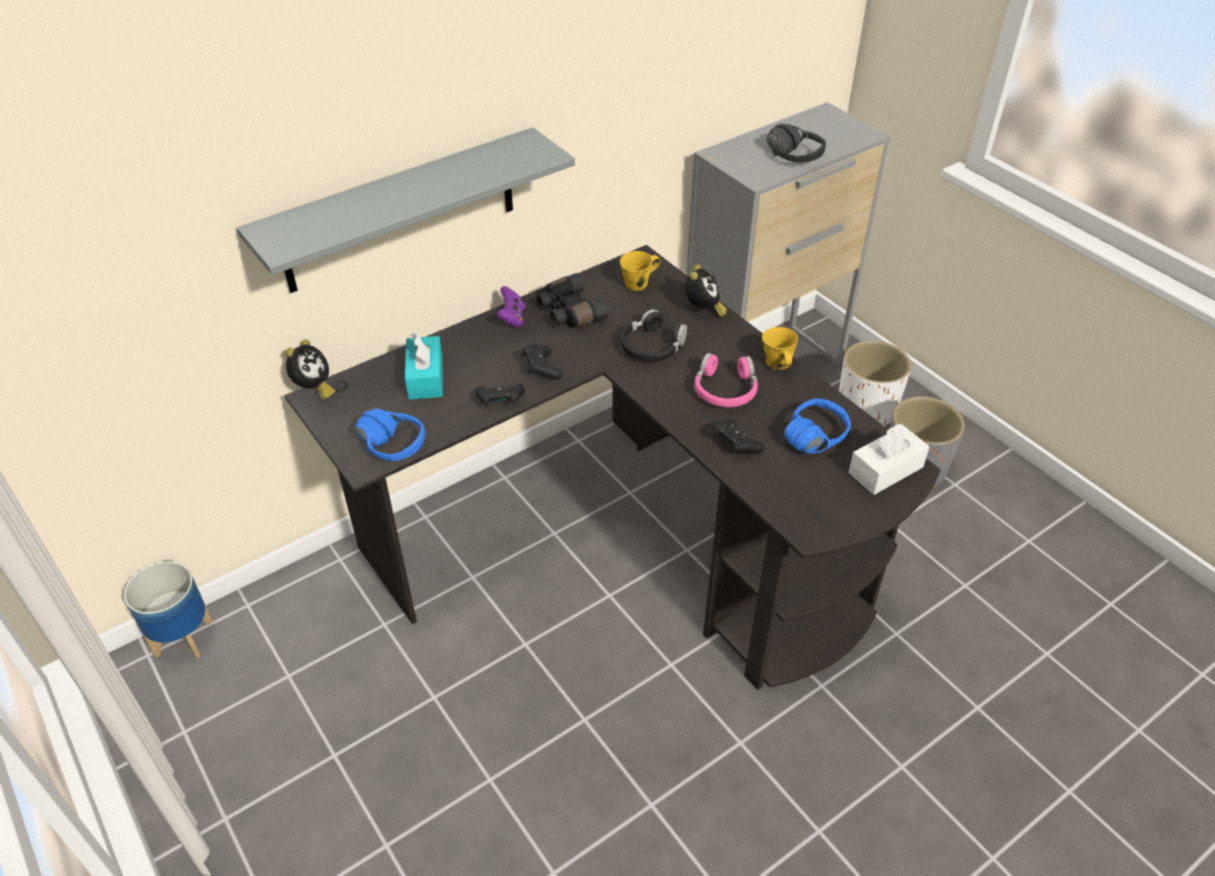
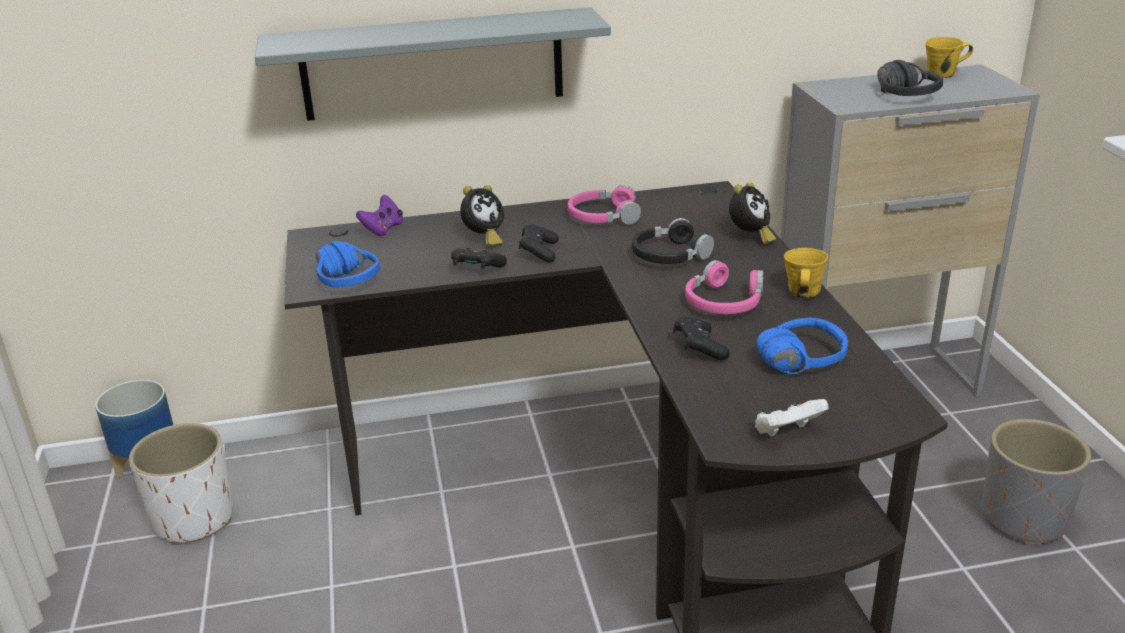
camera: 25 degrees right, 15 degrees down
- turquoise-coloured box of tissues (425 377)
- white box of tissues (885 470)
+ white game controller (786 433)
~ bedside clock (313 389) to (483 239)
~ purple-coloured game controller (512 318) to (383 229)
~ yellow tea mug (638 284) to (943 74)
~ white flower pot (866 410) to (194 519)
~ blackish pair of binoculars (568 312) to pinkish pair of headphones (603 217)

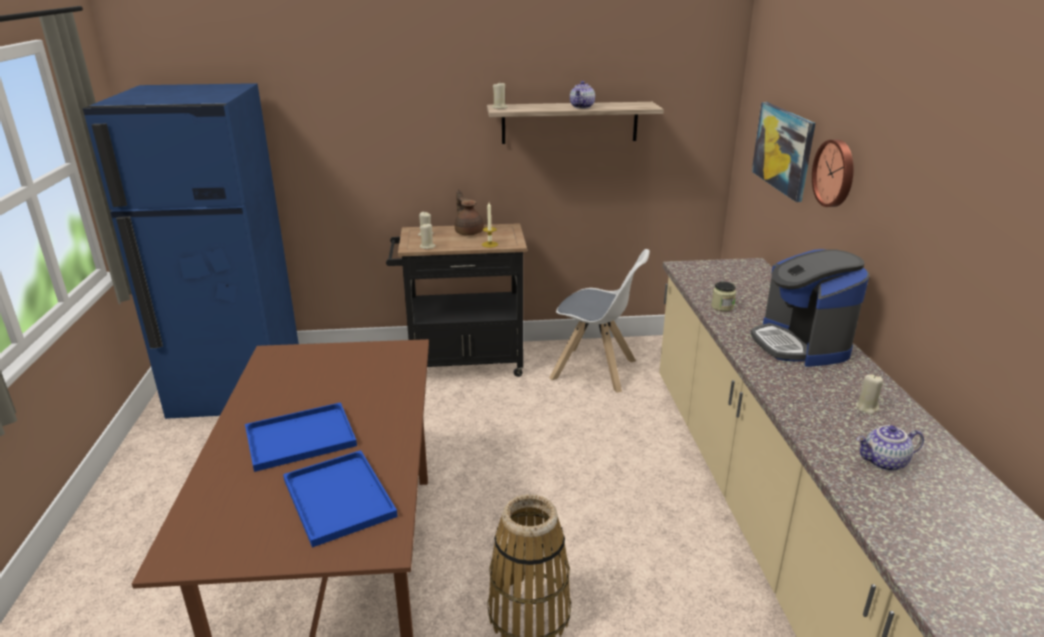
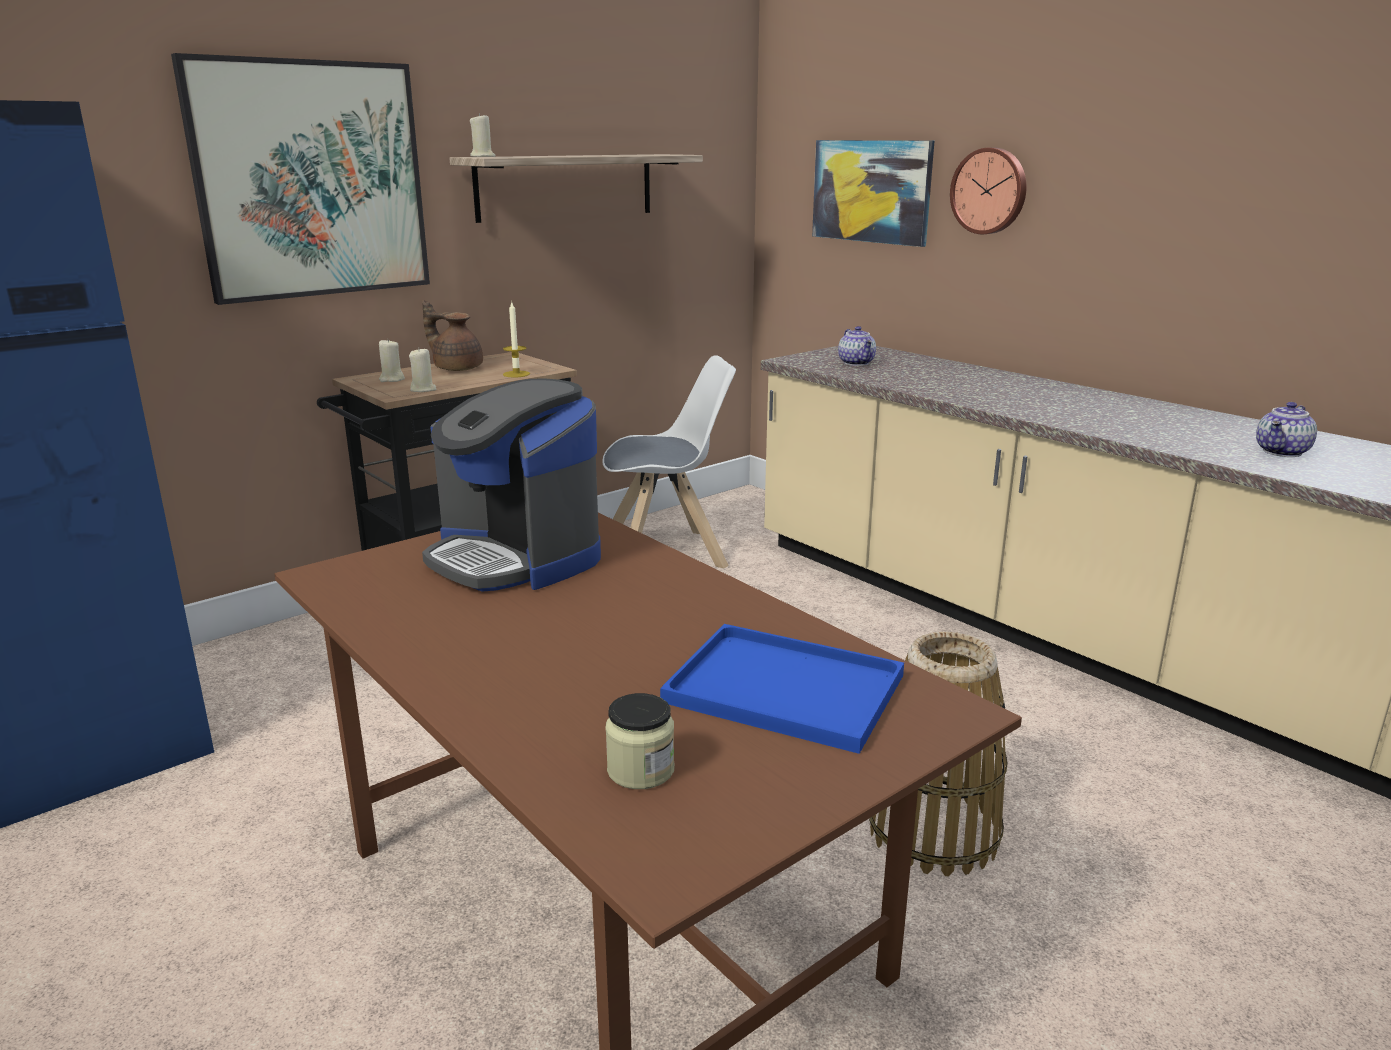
camera: 35 degrees left, 5 degrees down
- blue-coloured tray (302 436)
- beige wax candle (867 408)
+ picture (311 180)
~ pot for tea (582 107) to (857 363)
~ jar (722 307) to (640 770)
~ coffee machine (800 344) to (516 558)

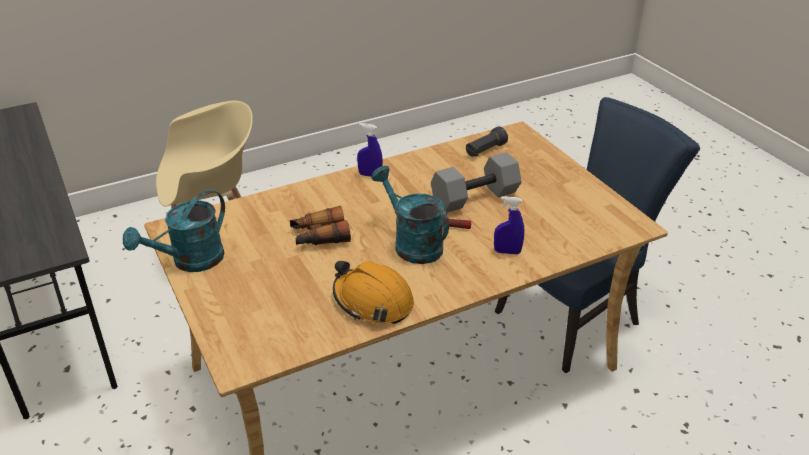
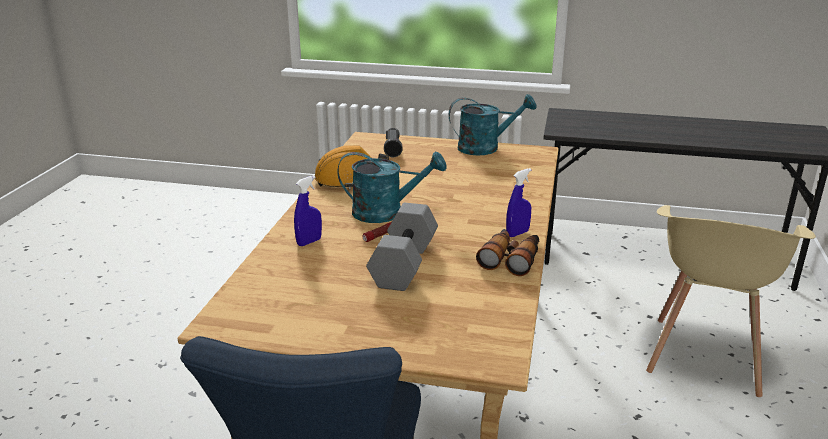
camera: 130 degrees right, 10 degrees down
~ pair of binoculars (319 236) to (511 259)
~ blackish hand torch (485 150) to (393 149)
~ turquoise-coloured sprinkling can (190 262) = (486 148) 90 degrees clockwise

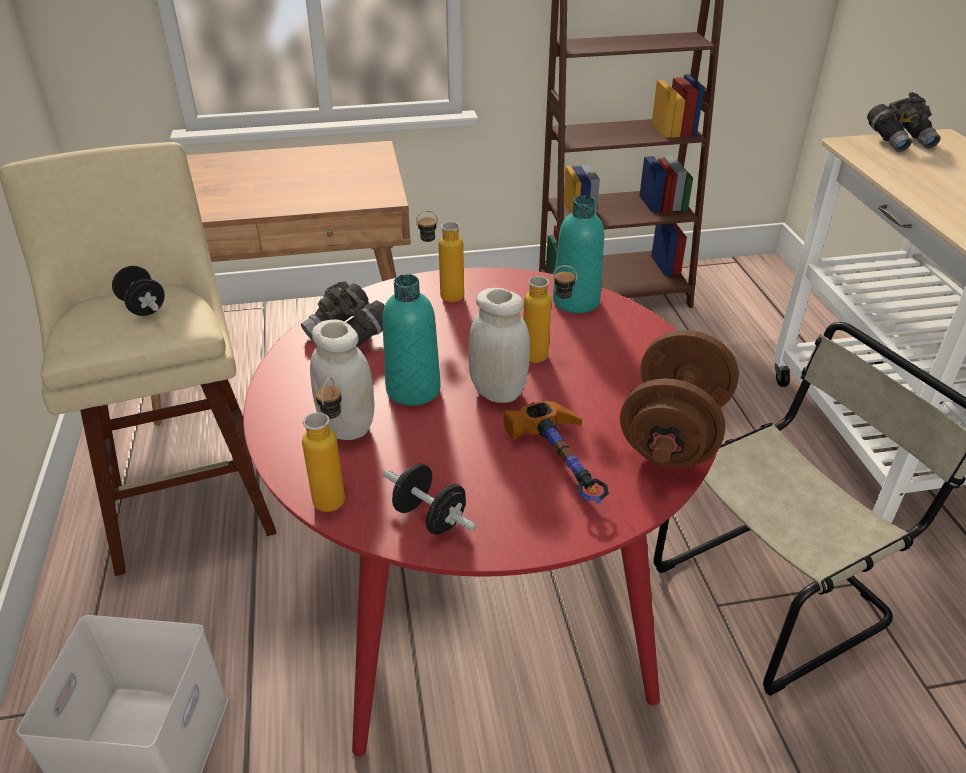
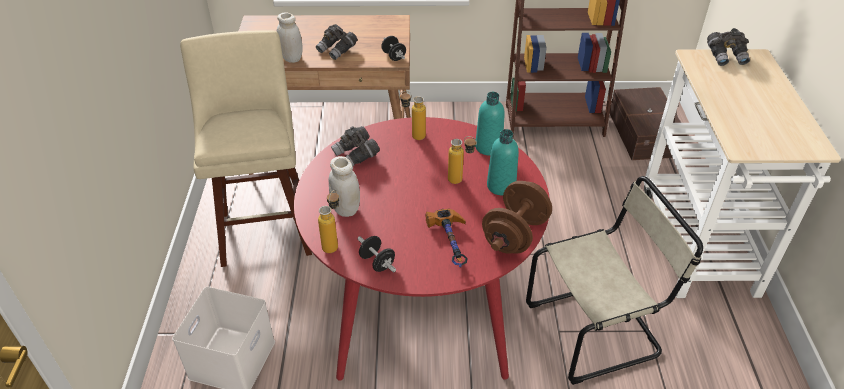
camera: 10 degrees right, 5 degrees up
+ gray pair of binoculars (337 50)
+ brownish storage box (644 133)
~ blackish dumbbell (143 307) to (394 56)
~ turquoise-coloured bottle (413 389) to (501 186)
~ white jar (498 391) to (291 58)

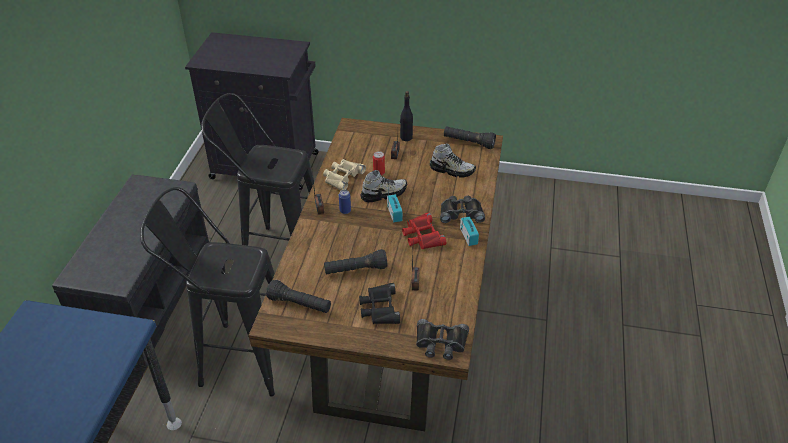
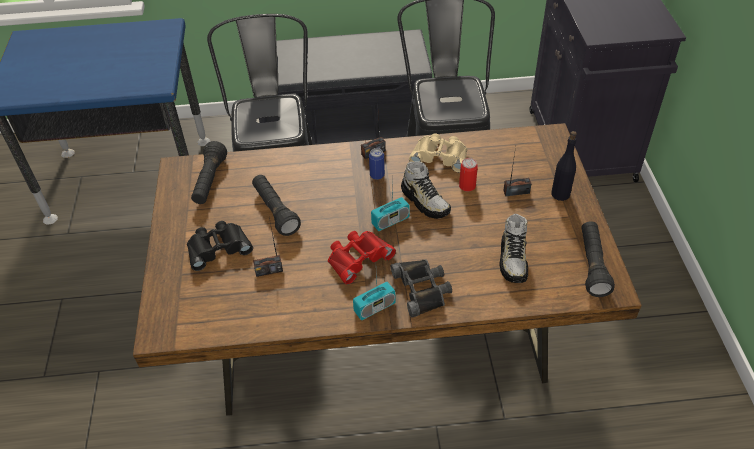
camera: 75 degrees right, 5 degrees up
- blackish pair of binoculars (440 343)

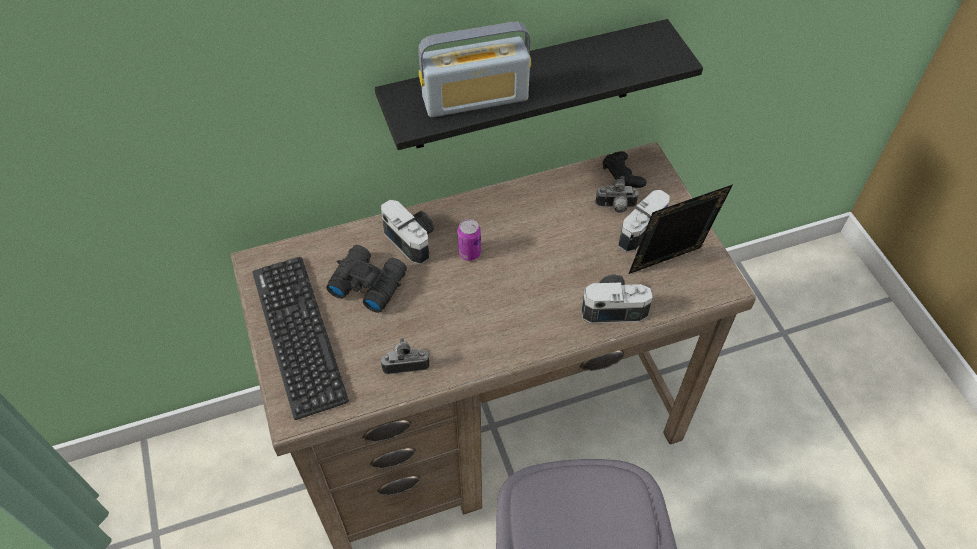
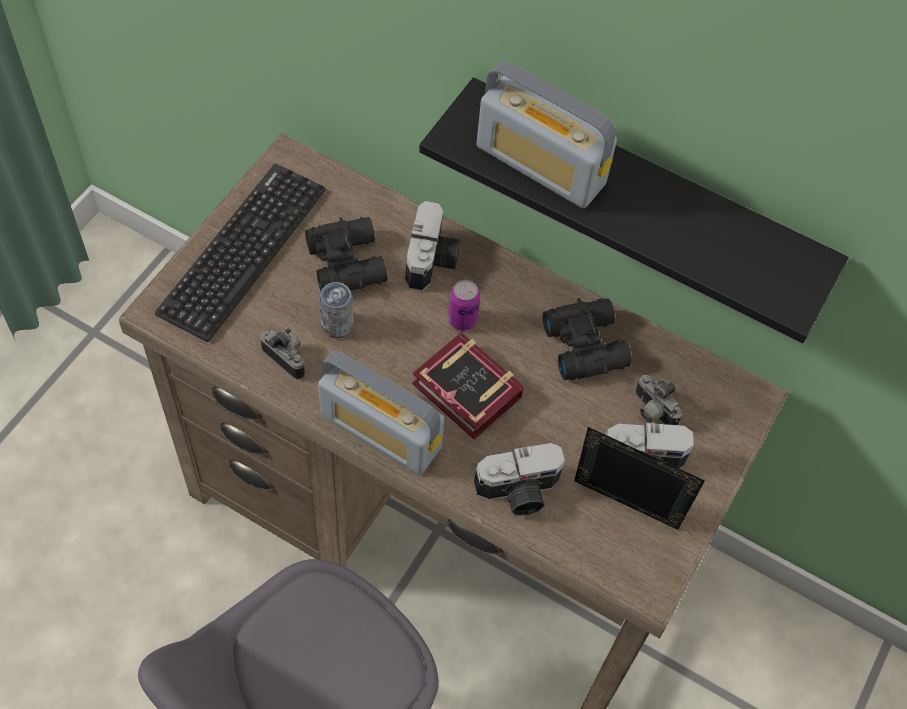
camera: 45 degrees right, 5 degrees up
- blackish game controller (622 175)
+ radio set (381 431)
+ sealed can (337 325)
+ book (468 395)
+ blackish pair of binoculars (586 344)
~ still camera (613 306) = (519 492) 120 degrees clockwise

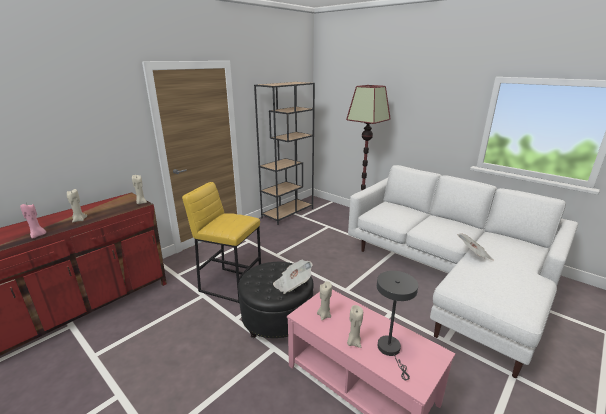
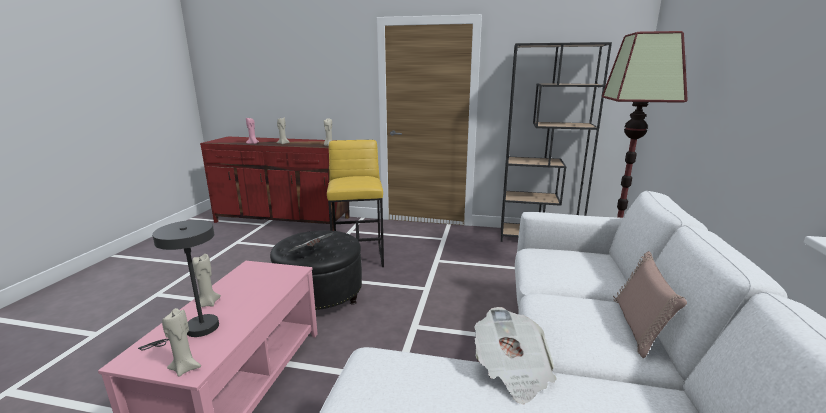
camera: 60 degrees right, 5 degrees down
+ beige throw pillow (639 327)
~ beige wax candle (324 315) to (185 368)

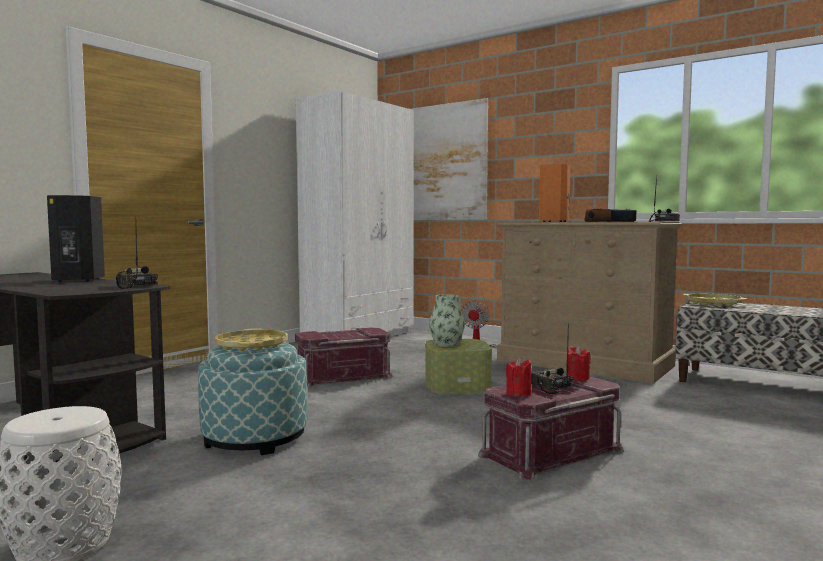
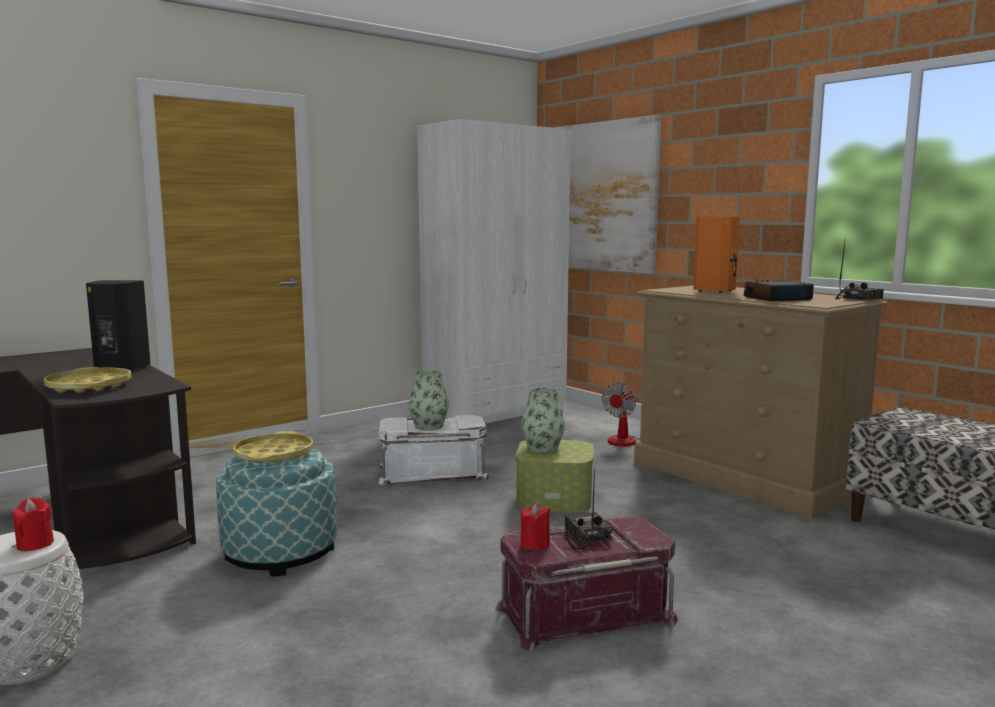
camera: 15 degrees right, 5 degrees up
- radio set (134 286)
+ vase (429 426)
~ red-coloured wax candle (577 378) to (35 544)
~ yellow tray (713 304) to (89 387)
~ red-coloured storage box (343 376) to white storage box (433 472)

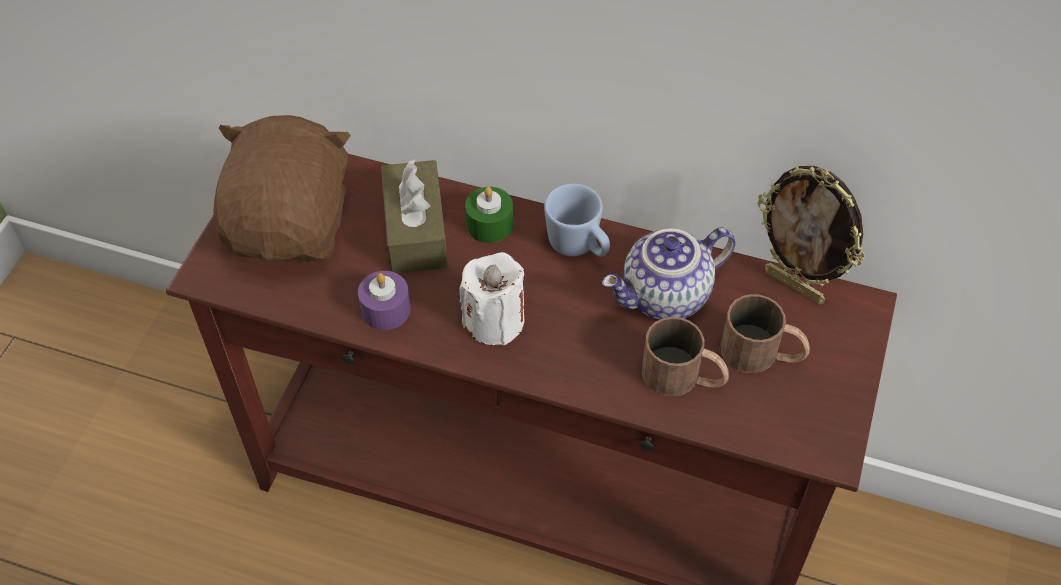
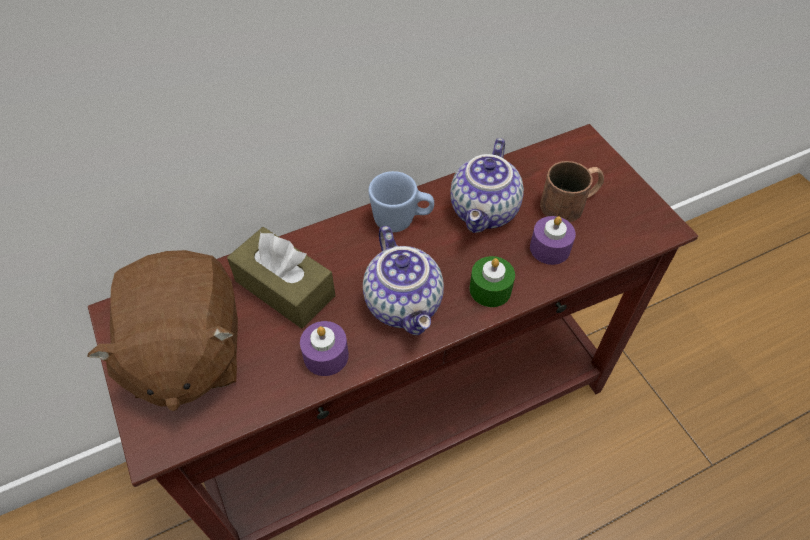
camera: 45 degrees left, 0 degrees up
- photo frame (795 286)
~ green-coloured wax candle (489 224) to (490 289)
~ white wax candle (494 321) to pot for tea (405 304)
~ brownish tea mug (684 377) to purple-coloured wax candle (549 248)
~ brownish cuddly toy (292 225) = (187 353) 150 degrees counterclockwise

